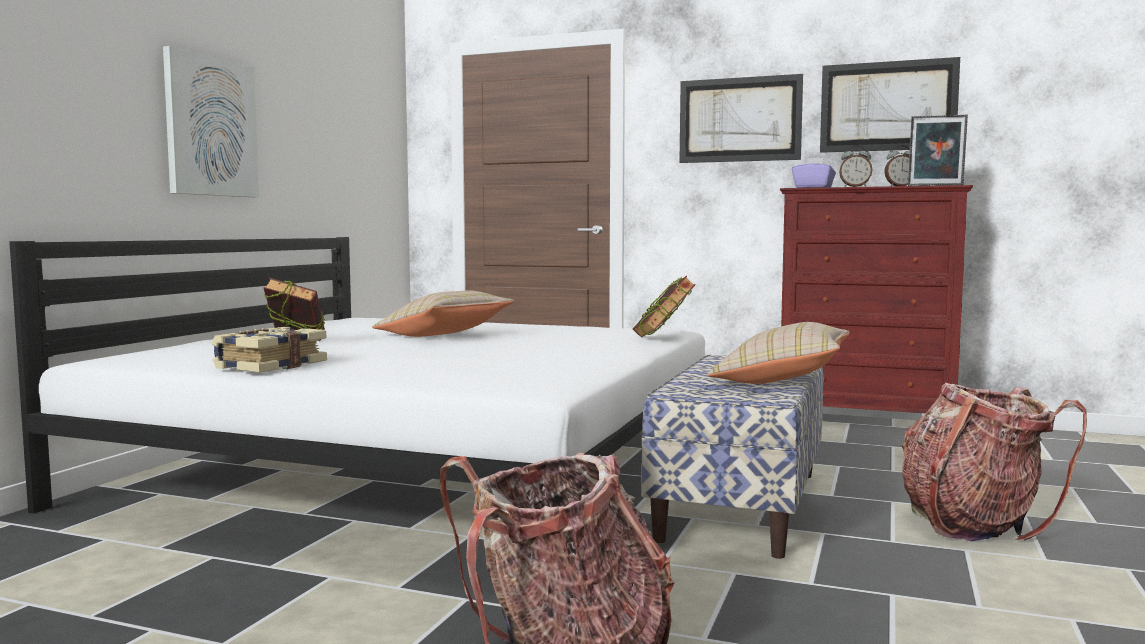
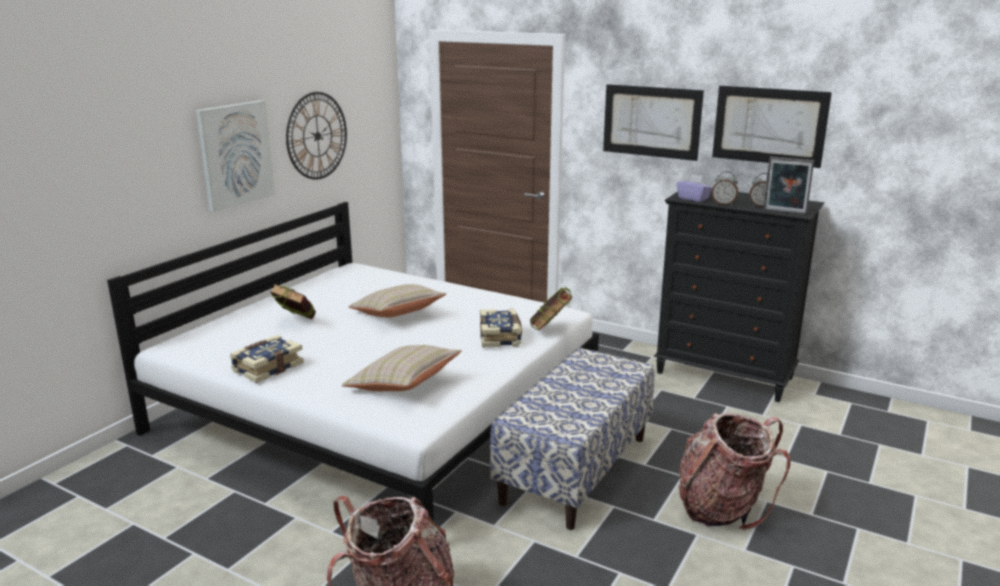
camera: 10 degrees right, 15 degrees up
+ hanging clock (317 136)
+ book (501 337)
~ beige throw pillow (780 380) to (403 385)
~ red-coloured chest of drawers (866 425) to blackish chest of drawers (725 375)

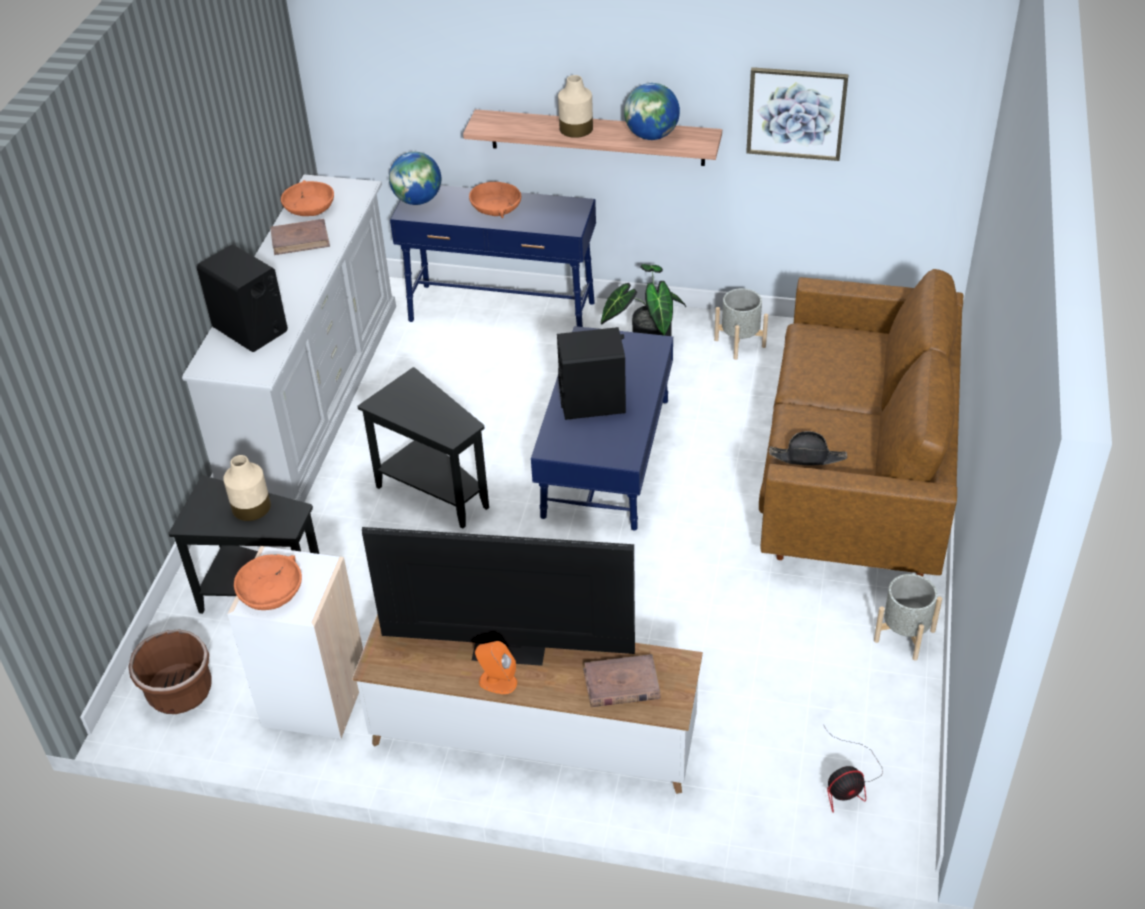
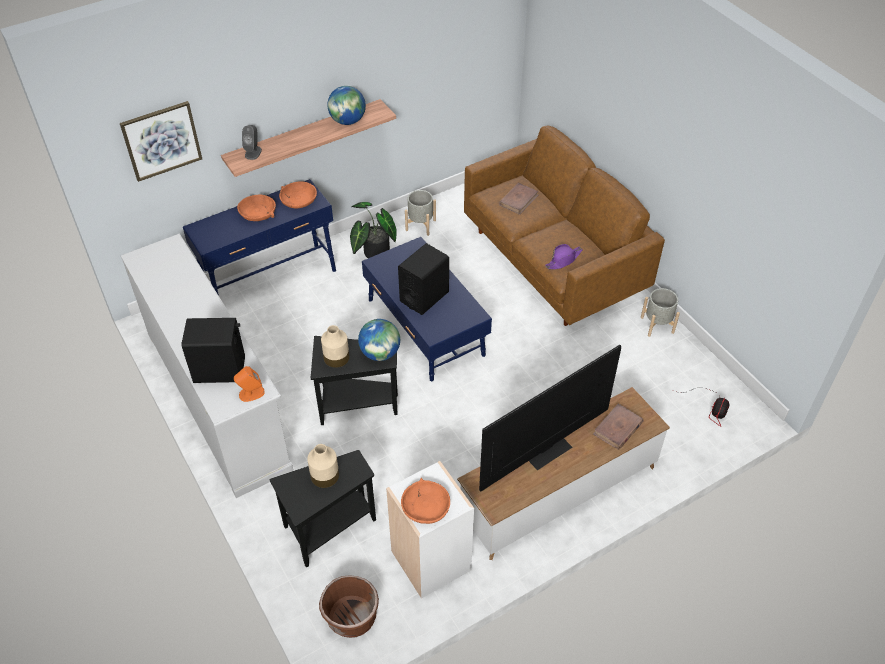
camera: 45 degrees left, 5 degrees up
+ gray audio speaker (253 152)
~ brownish book (300 240) to (518 200)
~ orange deep dish (309 206) to (298 200)
~ globe (418 200) to (380 353)
~ orange audio speaker (497 681) to (251 393)
~ beige vase (576 128) to (336 357)
~ picture (796 113) to (161 140)
~ blackish hat (807 457) to purple-coloured hat (563 260)

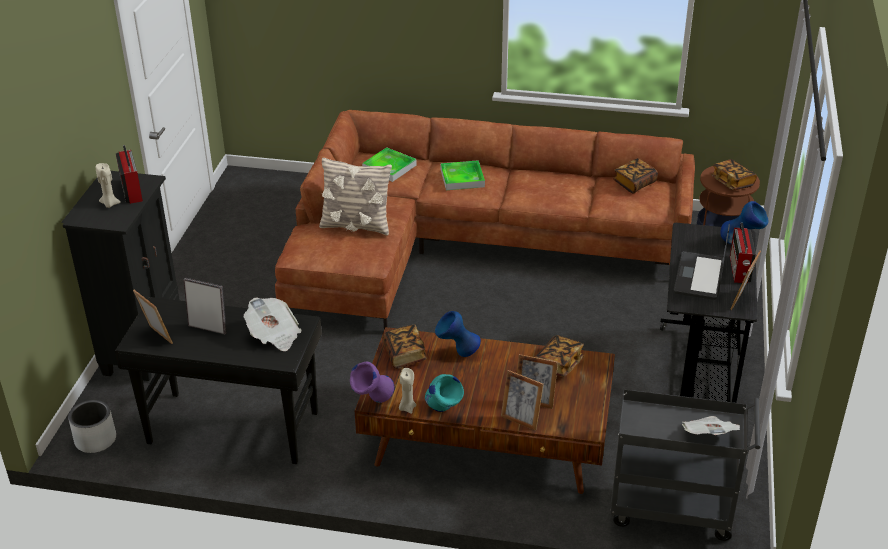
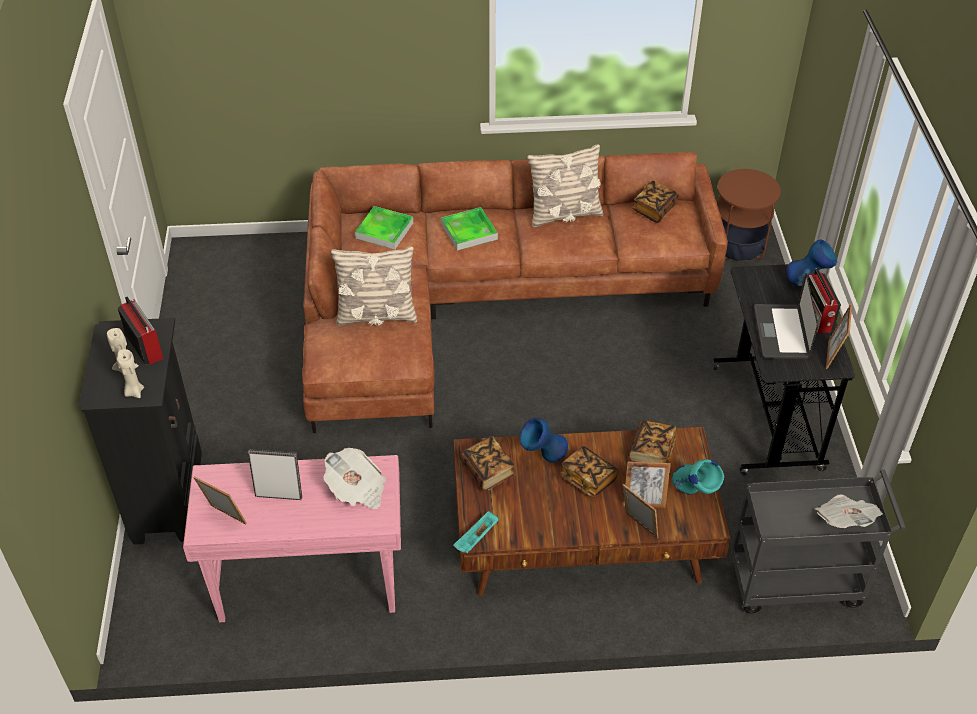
camera: 15 degrees left, 10 degrees up
- gray flower pot (95 439)
+ beige throw pillow (564 215)
~ beige wax candle (407 408) to (134 392)
~ turquoise-coloured vase (443 413) to (694 494)
~ book (732 182) to (588 478)
~ purple-coloured vase (373 402) to turquoise-coloured tray (476 538)
~ blackish console table (232 428) to pinkish console table (307 582)
~ photo frame (521 420) = (638 528) 150 degrees counterclockwise

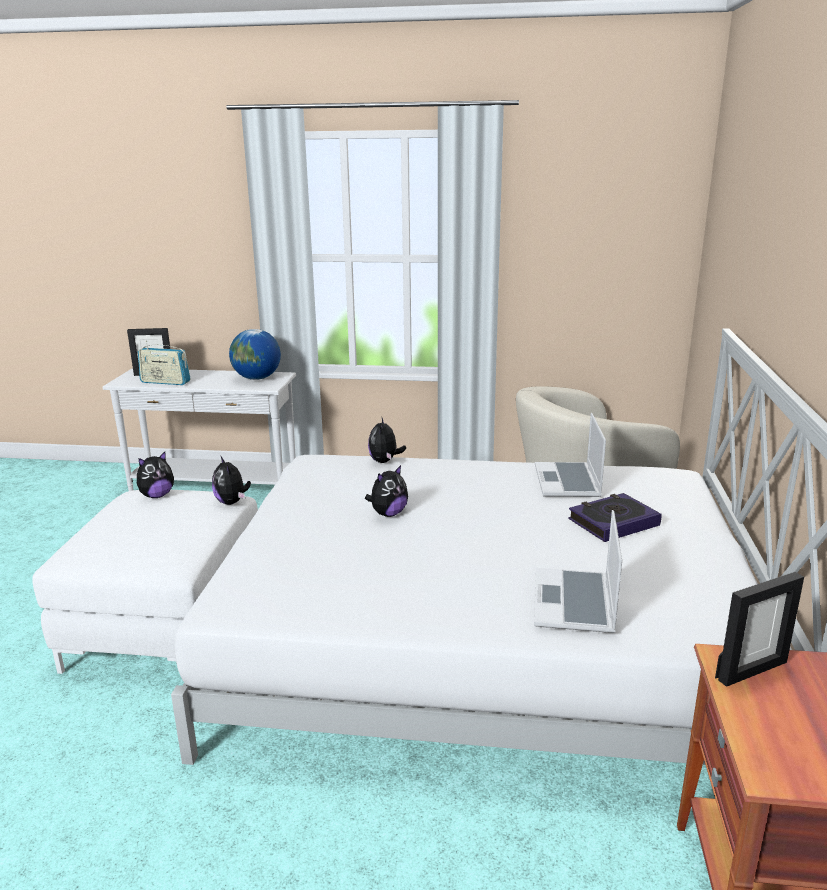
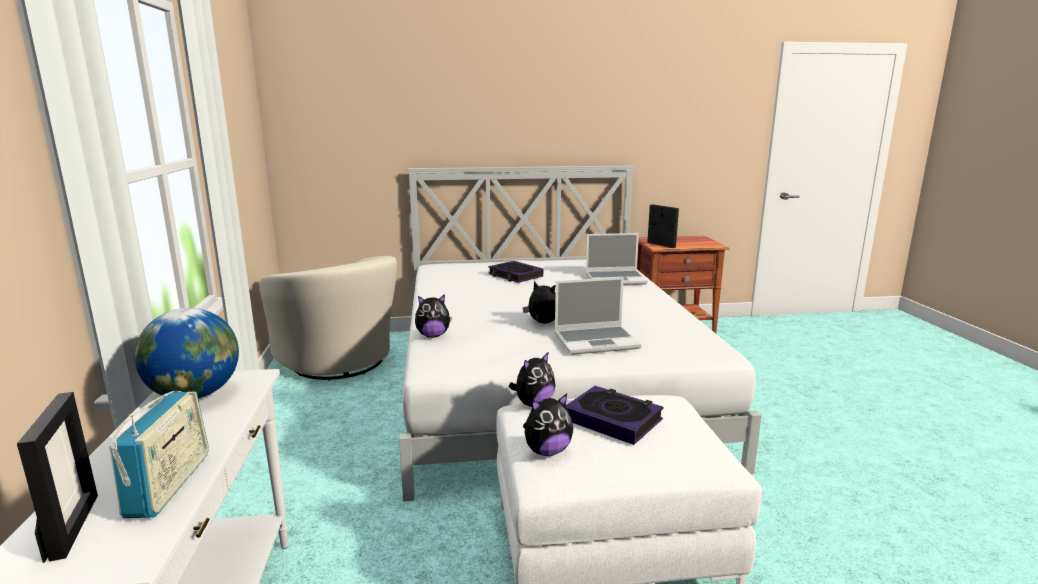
camera: 105 degrees left, 5 degrees down
+ book (613 420)
~ portable computer (568 482) to (596 341)
~ cuddly toy (157 495) = (547 451) 120 degrees clockwise

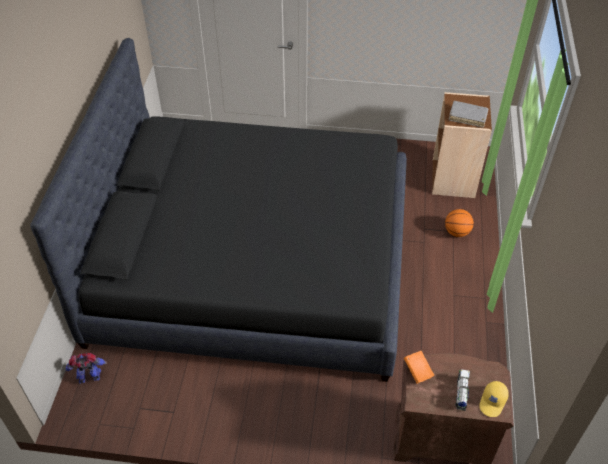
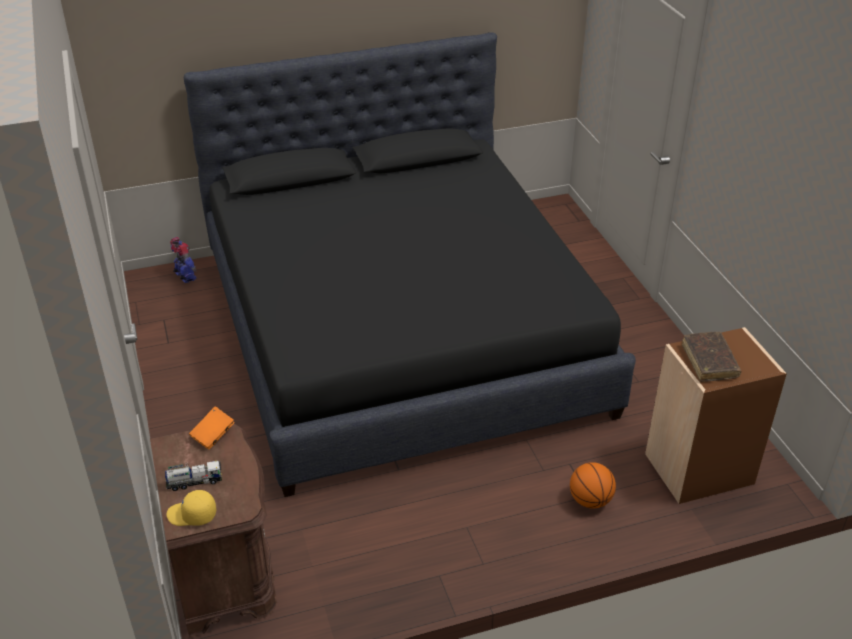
camera: 65 degrees right, 10 degrees down
~ gray book (467 117) to brownish book (709 362)

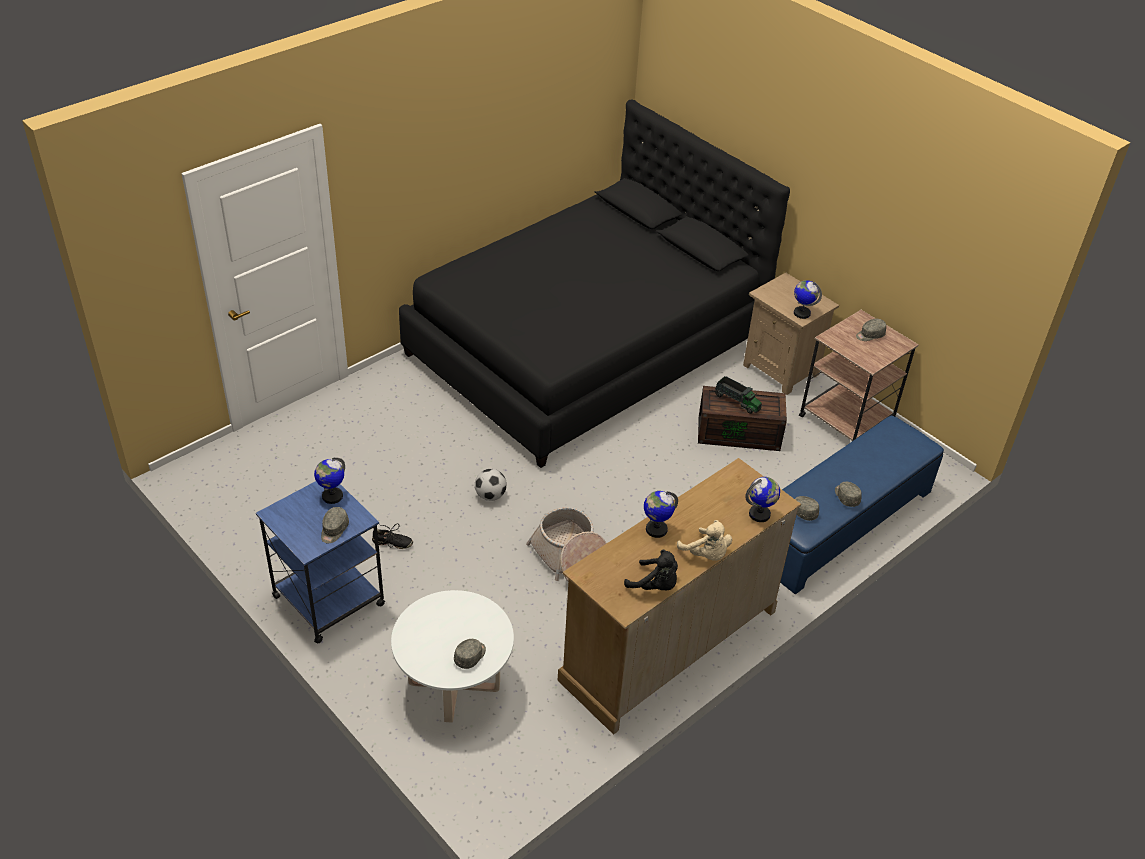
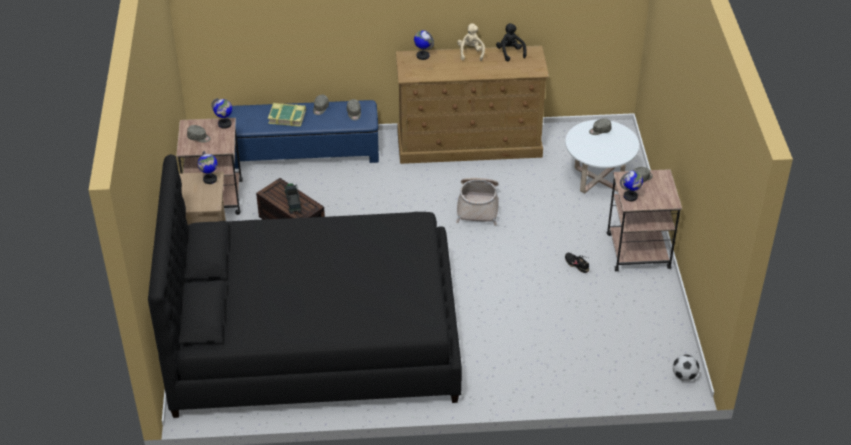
camera: 140 degrees left, 0 degrees up
+ book (287 117)
~ football (490 495) to (684 376)
~ globe (656 529) to (224 124)
~ blue-coloured cart (328 598) to brownish cart (638 252)

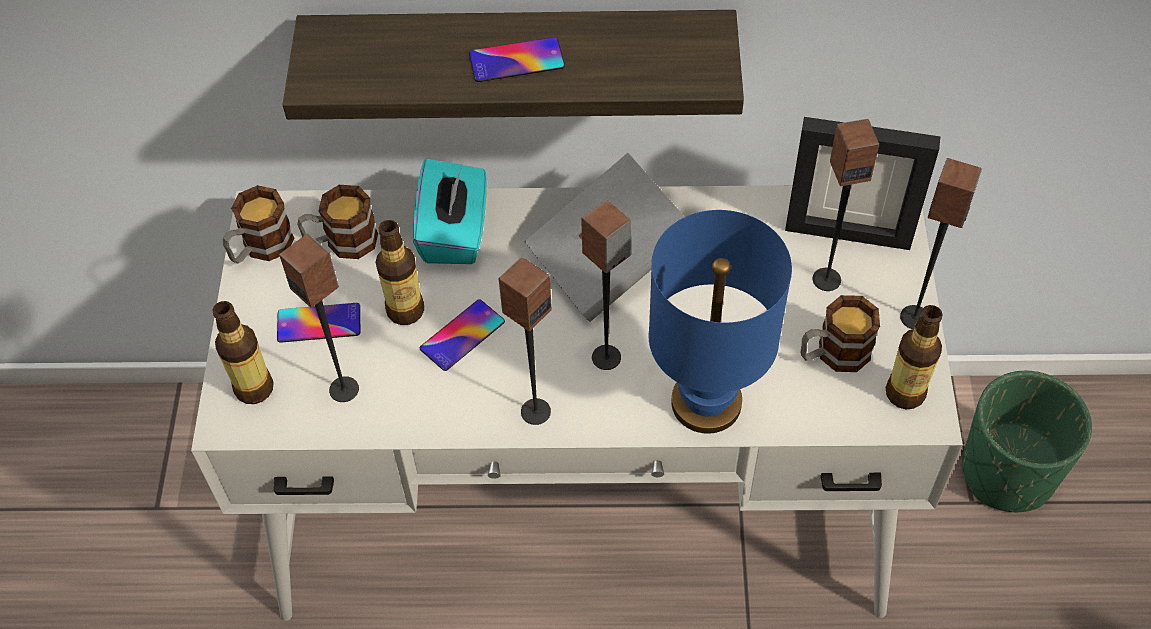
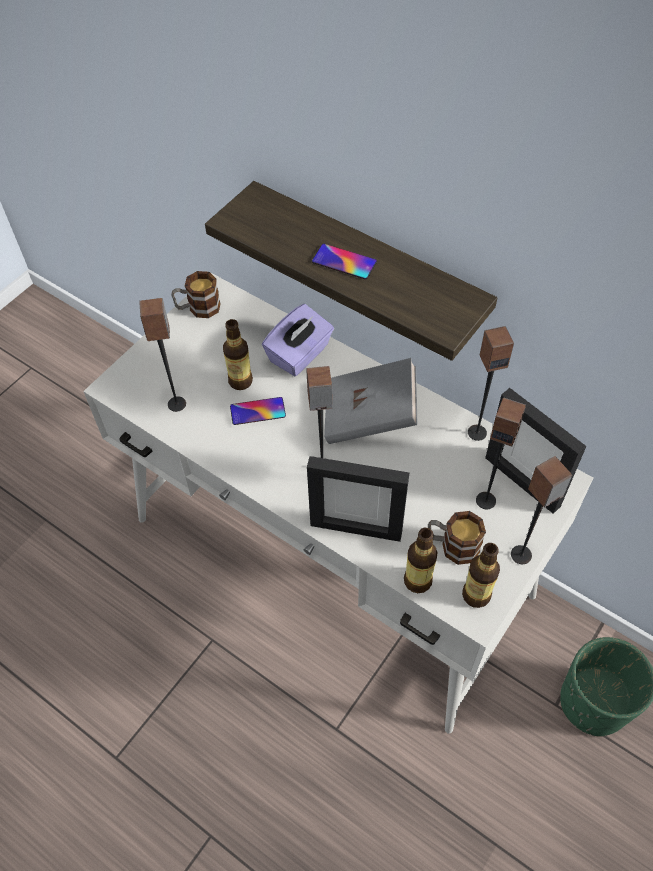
camera: 35 degrees right, 0 degrees up
- phone (319 323)
- tea mug (341 242)
~ bottle (254 388) to (417 581)
~ audio speaker (535 411) to (477 432)
~ blue-coloured lamp for a table (707 401) to photo frame (356 526)
~ turquoise-coloured box of tissues (455 233) to purple-coloured box of tissues (300 354)

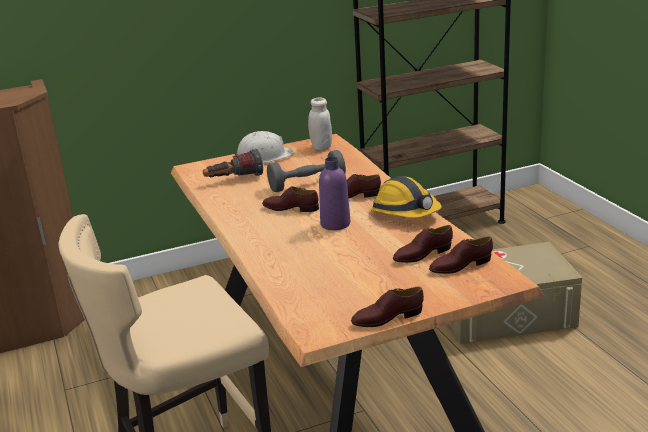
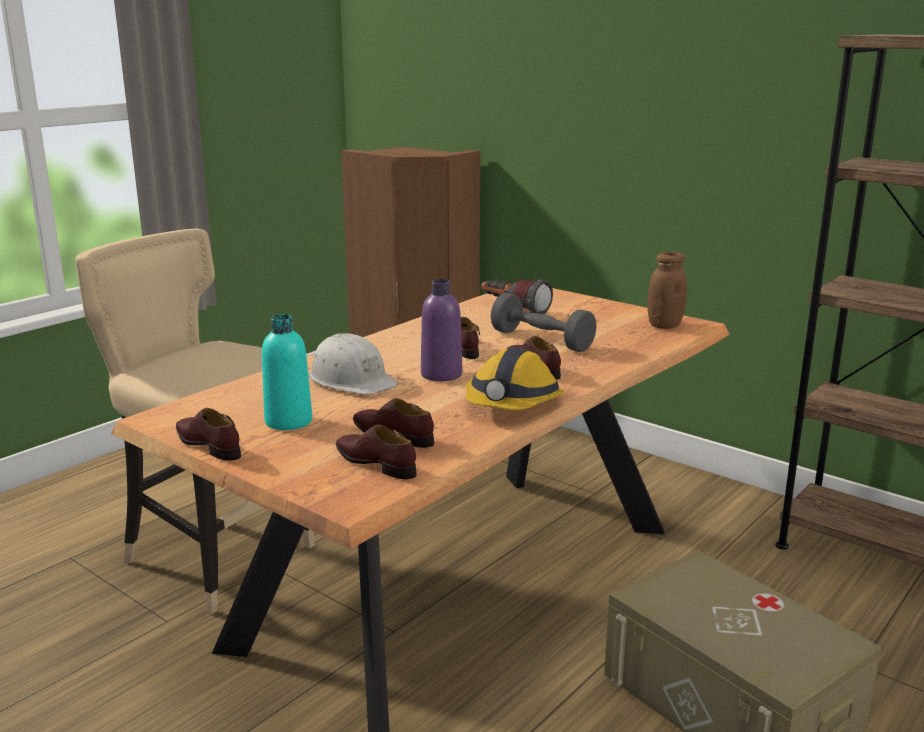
camera: 60 degrees right, 5 degrees down
+ turquoise-coloured bottle (288 421)
~ white hard hat (263 157) to (352 380)
~ white jar (321 147) to brownish jar (664 325)

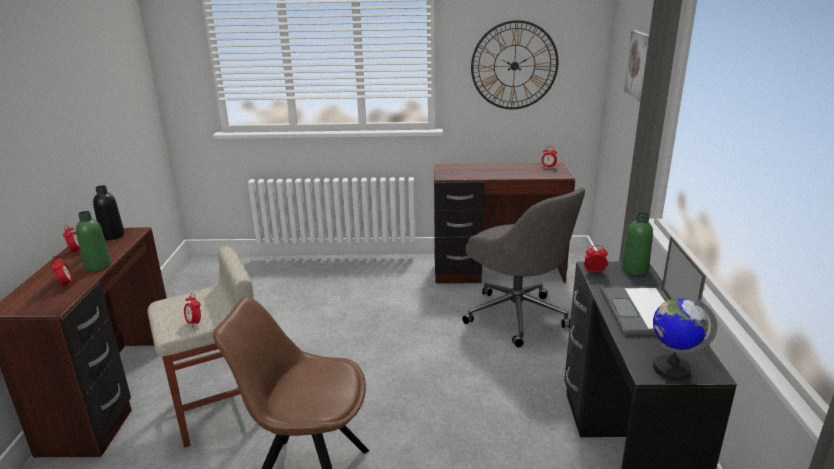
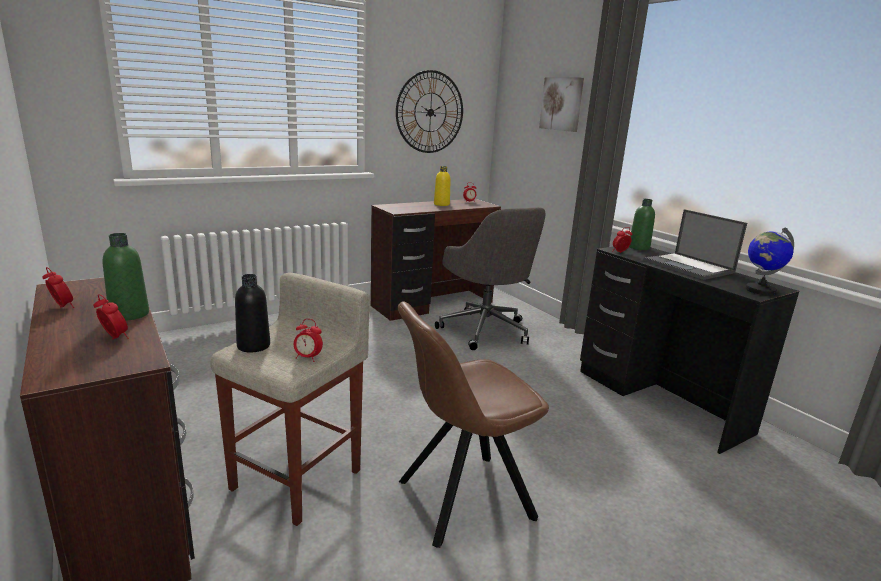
camera: 35 degrees left, 5 degrees down
+ yellow bottle (441 204)
~ blackish bottle (112 235) to (253 346)
~ gray computer chair (517 317) = (485 331) 45 degrees clockwise

